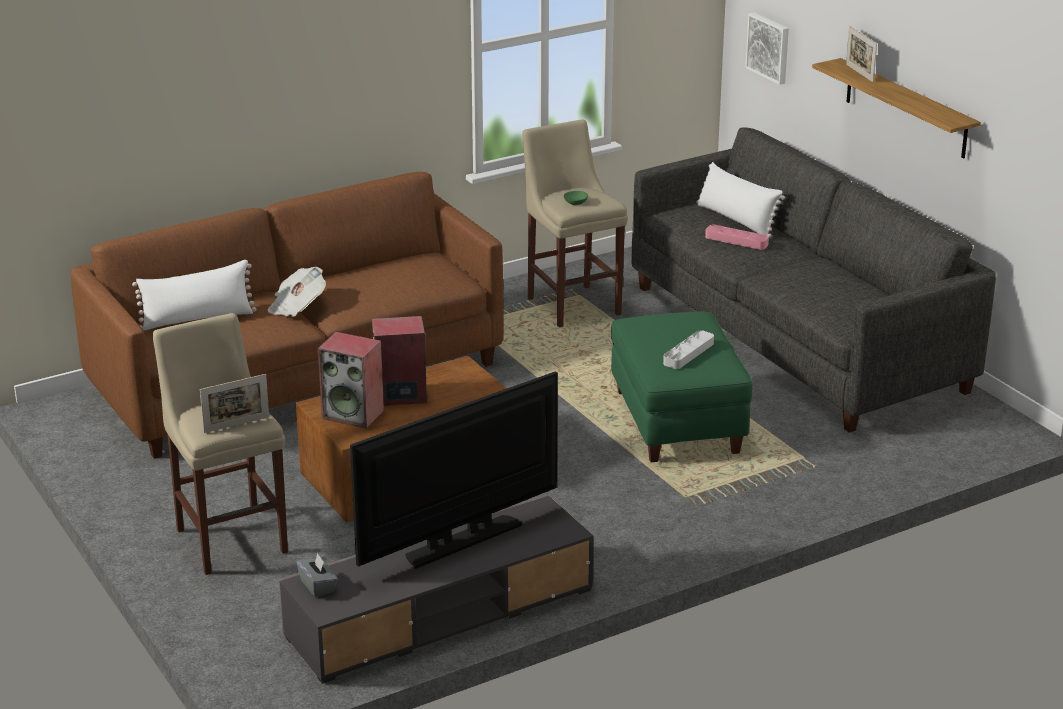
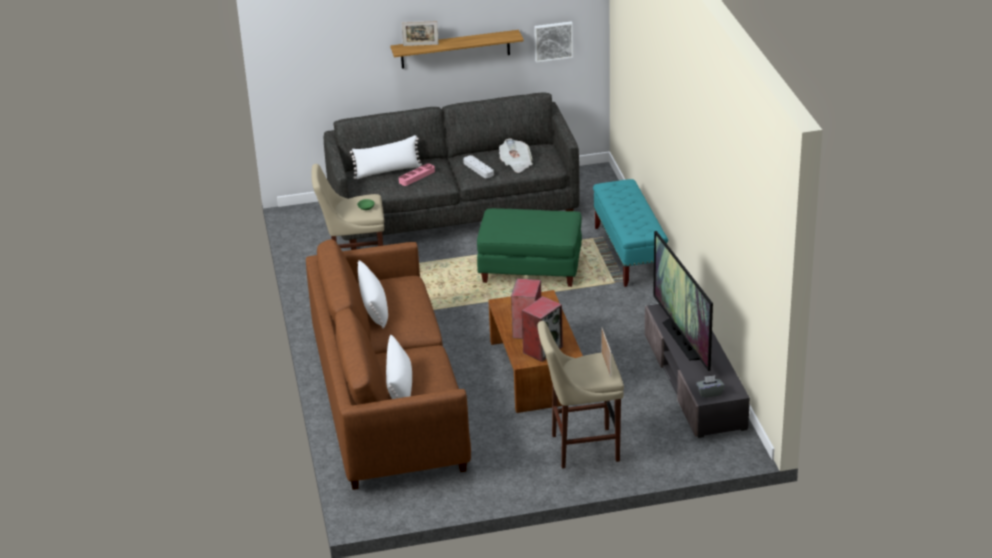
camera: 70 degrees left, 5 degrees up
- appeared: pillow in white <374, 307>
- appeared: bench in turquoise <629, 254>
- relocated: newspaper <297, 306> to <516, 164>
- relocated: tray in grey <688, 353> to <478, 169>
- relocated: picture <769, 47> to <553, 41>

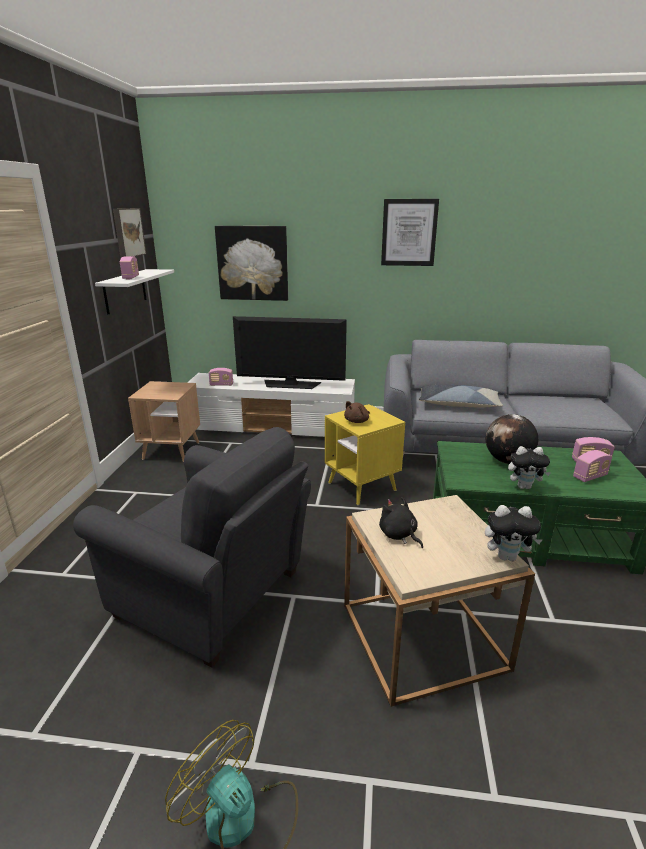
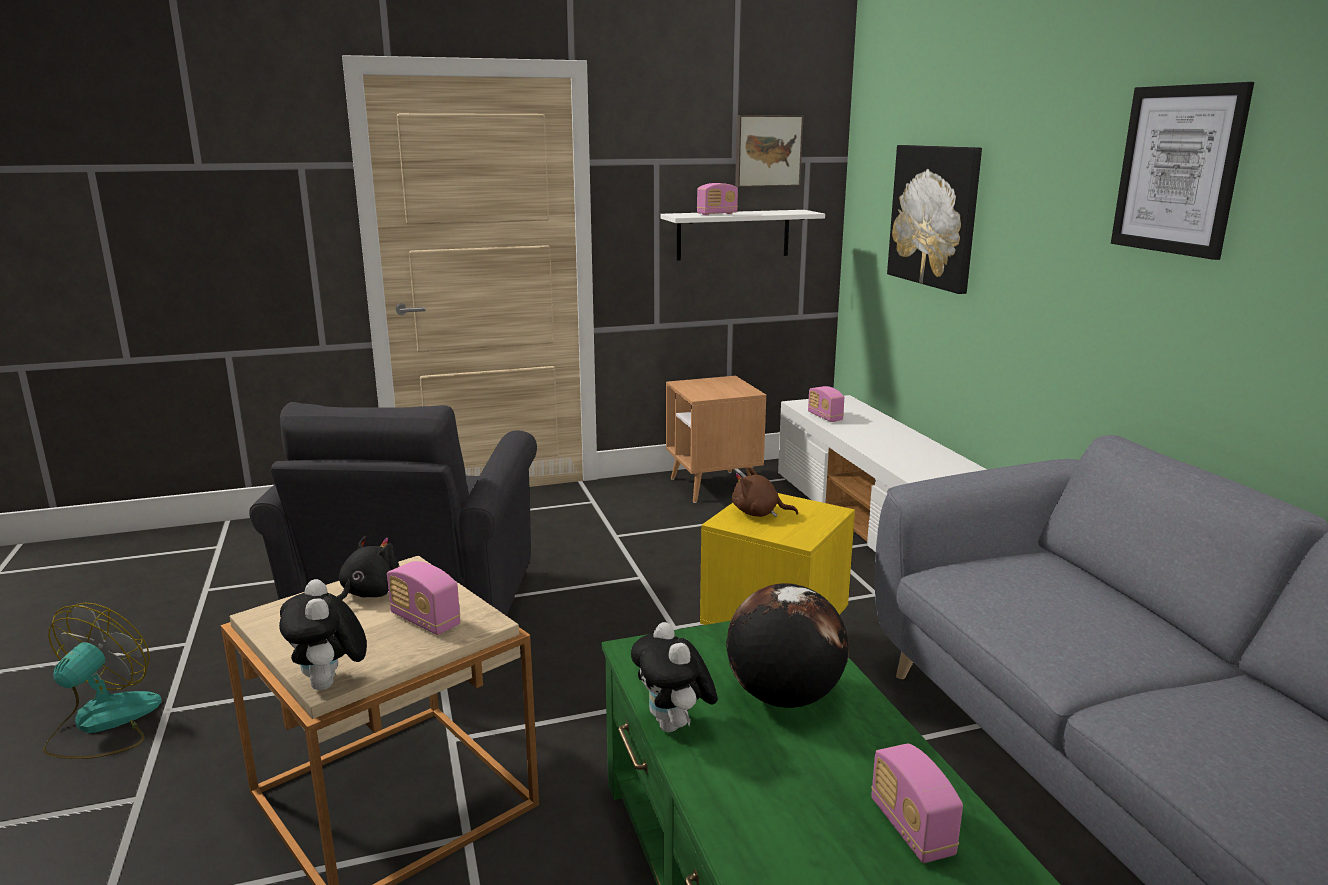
camera: 65 degrees right, 5 degrees down
- missing: television <291, 384>
- missing: pillow <458, 404>
- relocated: radio <590, 476> to <425, 620>

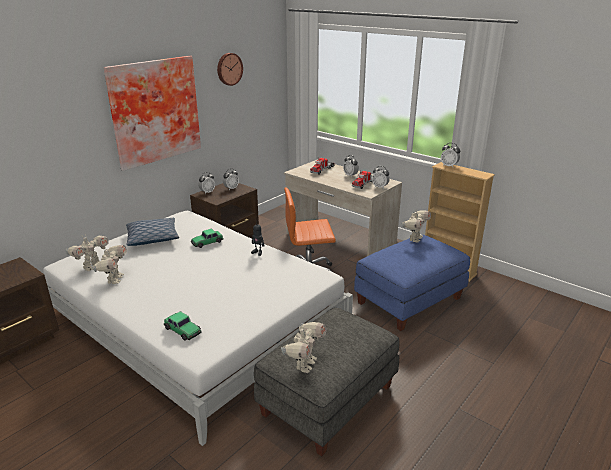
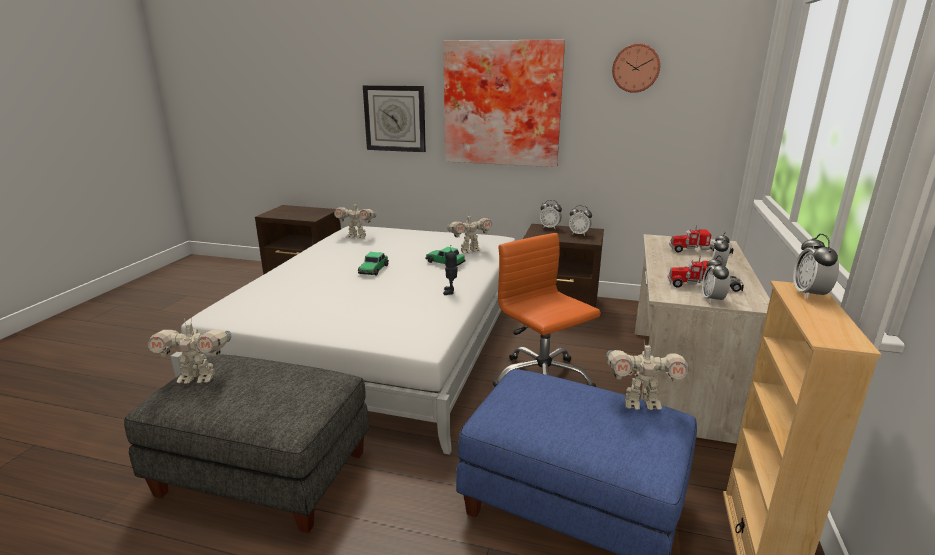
camera: 65 degrees right, 5 degrees down
- missing: pillow <153, 238>
- appeared: wall clock <395, 118>
- relocated: toy robot <114, 279> to <470, 251>
- relocated: toy car <183, 330> to <373, 269>

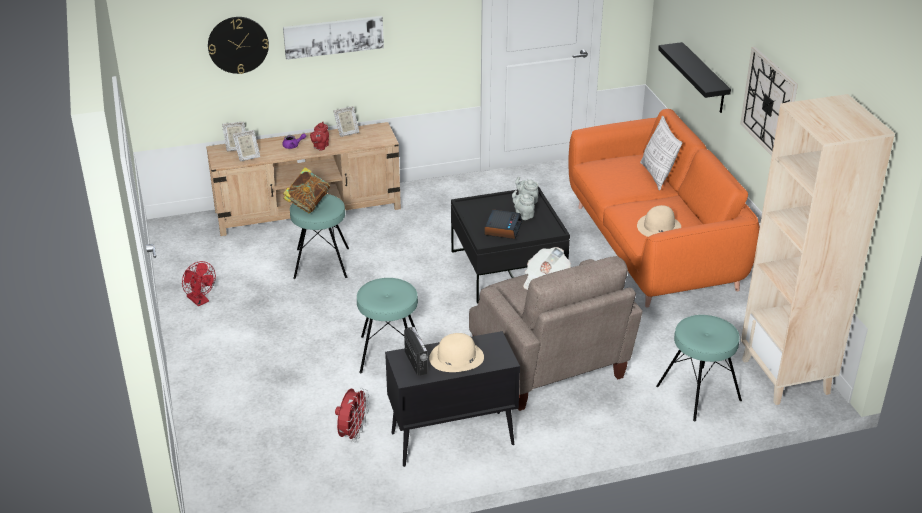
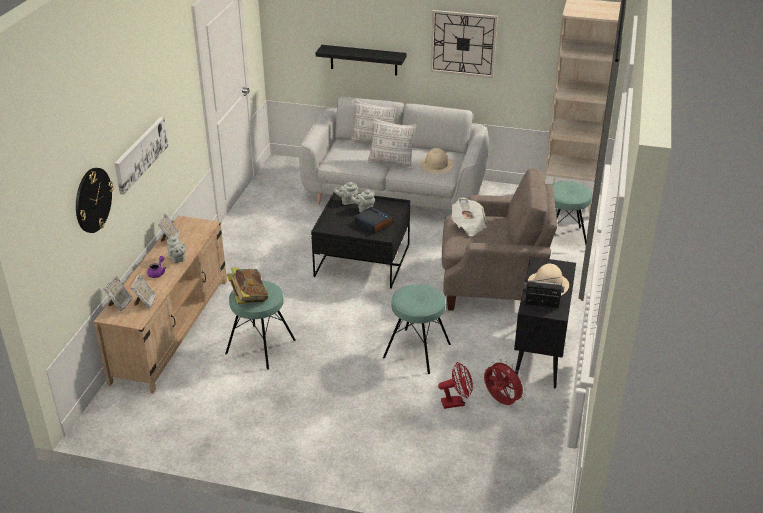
camera: 60 degrees left, 0 degrees up
- appeared: pillow <391, 163>
- relocated: fan in red <200, 301> to <456, 402>
- colour: teapot in red <320, 147> to teapot in grey <177, 259>
- colour: sofa in orange <653, 247> to sofa in grey <395, 195>

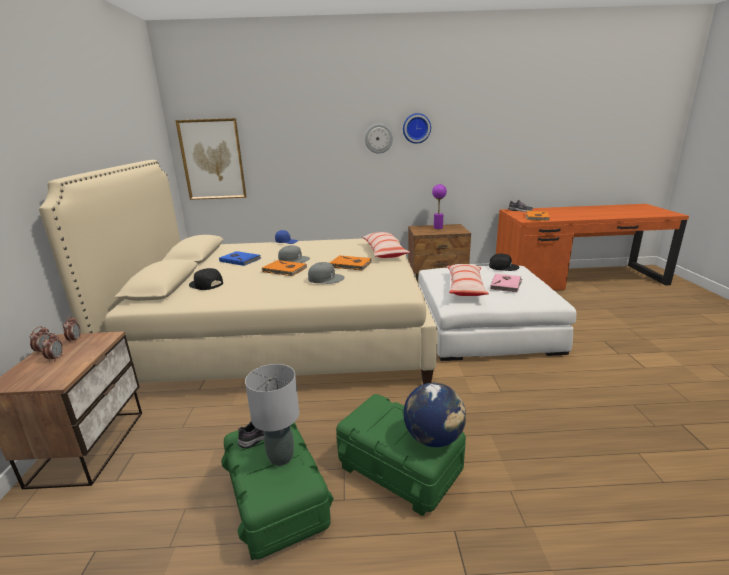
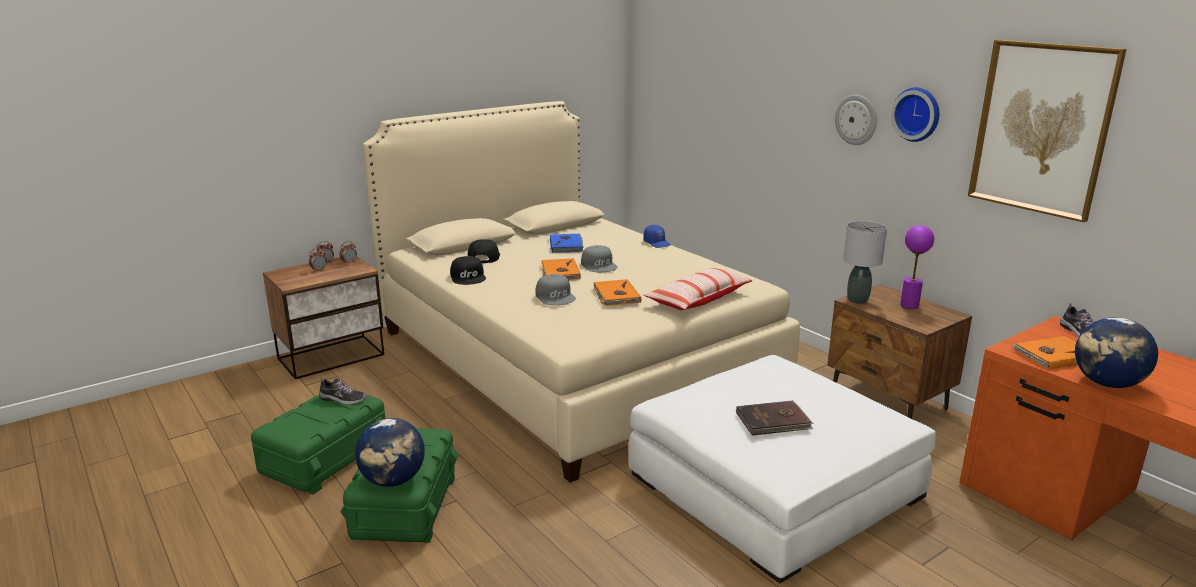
camera: 55 degrees right, 0 degrees up
- missing: pillow <465, 287>
- appeared: globe <1107, 384>
- relocated: picture <212, 159> to <1042, 128>
- relocated: table lamp in grey <281, 458> to <857, 300>
- relocated: cap in black <503, 266> to <468, 277>
- colour: book in pink <506, 284> to book in brown <774, 421>

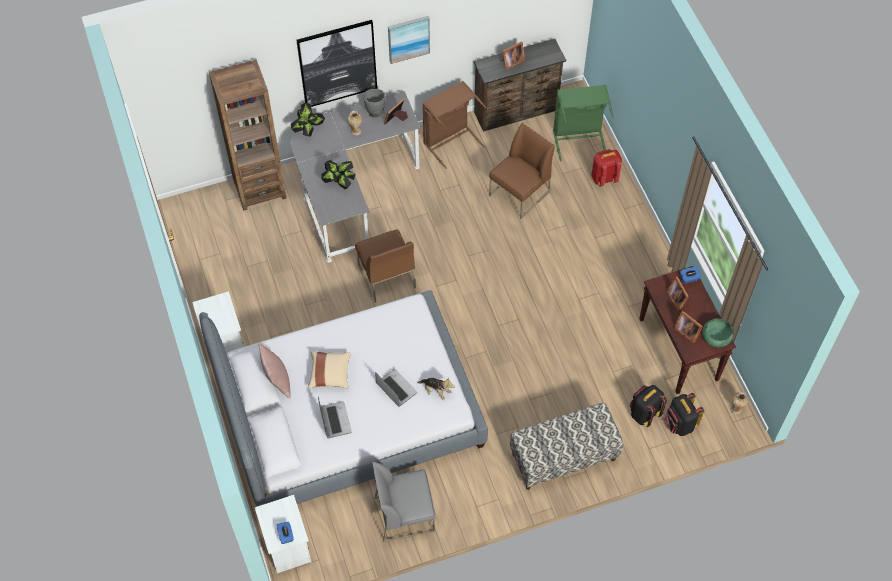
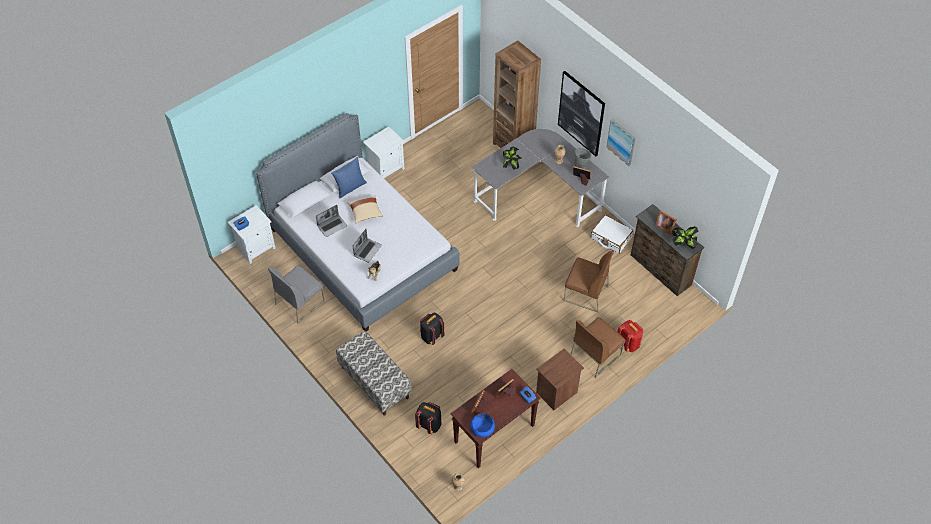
camera: 70 degrees right, 5 degrees down
- missing: laundry basket in green <578, 138>
- appeared: nightstand in brown <557, 393>
- relocated: potted plant <308, 131> to <683, 245>
- relocated: chair in brown <386, 276> to <595, 355>
- relocated: backpack in black <679, 424> to <431, 336>
- exchanged: laundry basket in brown <450, 141> to suitcase in white <611, 238>
- colour: pillow in pink <277, 380> to pillow in blue <350, 187>
- colour: bowl in green <716, 336> to bowl in blue <482, 428>
- spun: chair in grey <405, 513> = <300, 302> 105 degrees counterclockwise

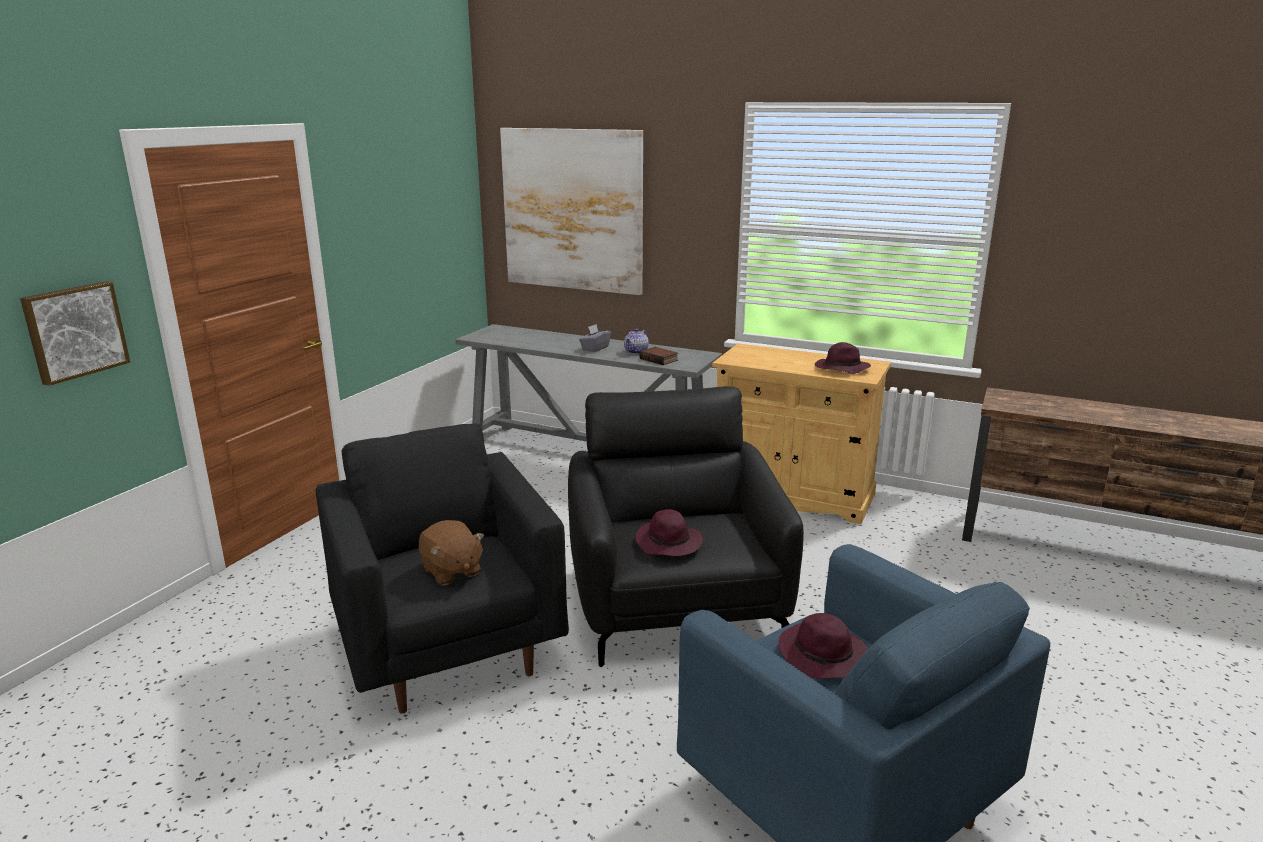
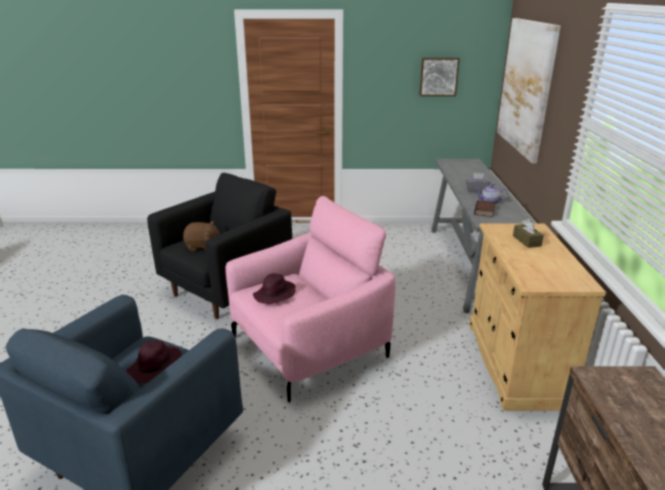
camera: 65 degrees right, 5 degrees up
- missing: hat in purple <841, 369>
- appeared: tissue box in brown <526, 241>
- relocated: picture <75, 331> to <438, 76>
- colour: armchair in black <677, 606> to armchair in pink <308, 347>
- spun: plush toy in brown <451, 571> = <202, 246> 120 degrees counterclockwise

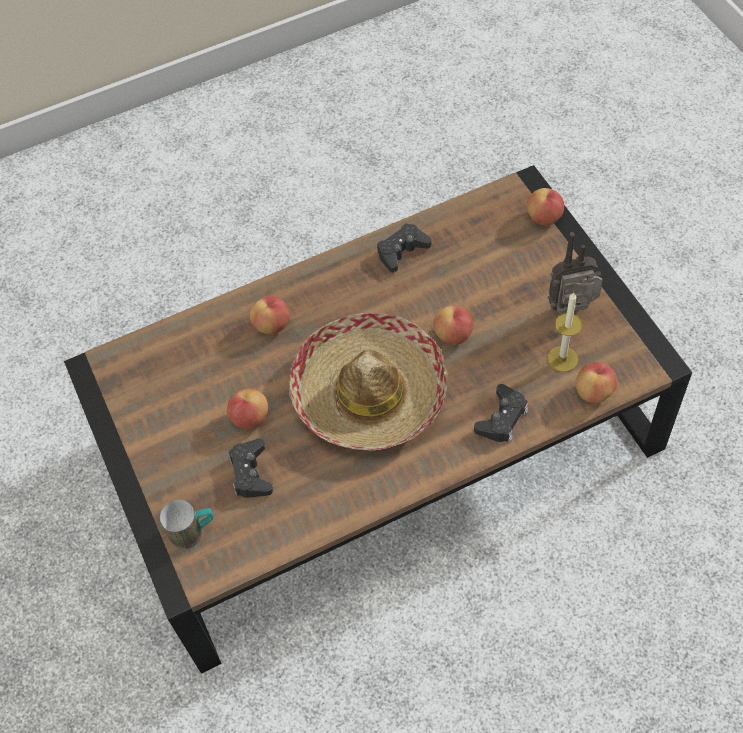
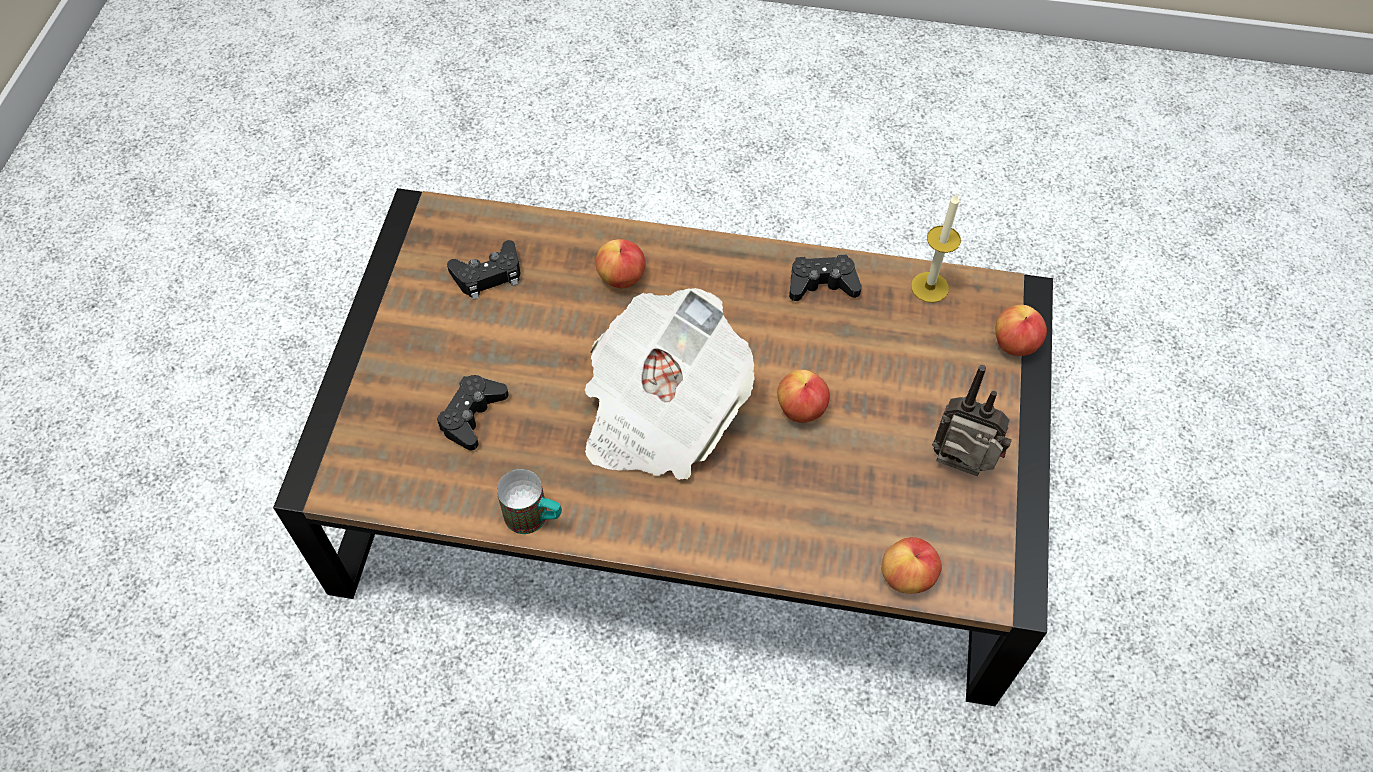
camera: 30 degrees right, 0 degrees up
- missing: apple <250, 418>
- relocated: mug <193, 532> to <535, 518>
- relocated: game controller in black <502, 418> to <488, 275>
- relocated: candle <562, 359> to <929, 287>
- exchanged: hat <369, 392> to newspaper <660, 412>

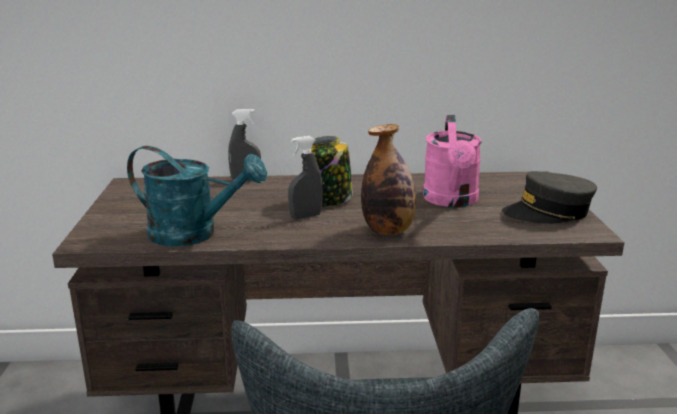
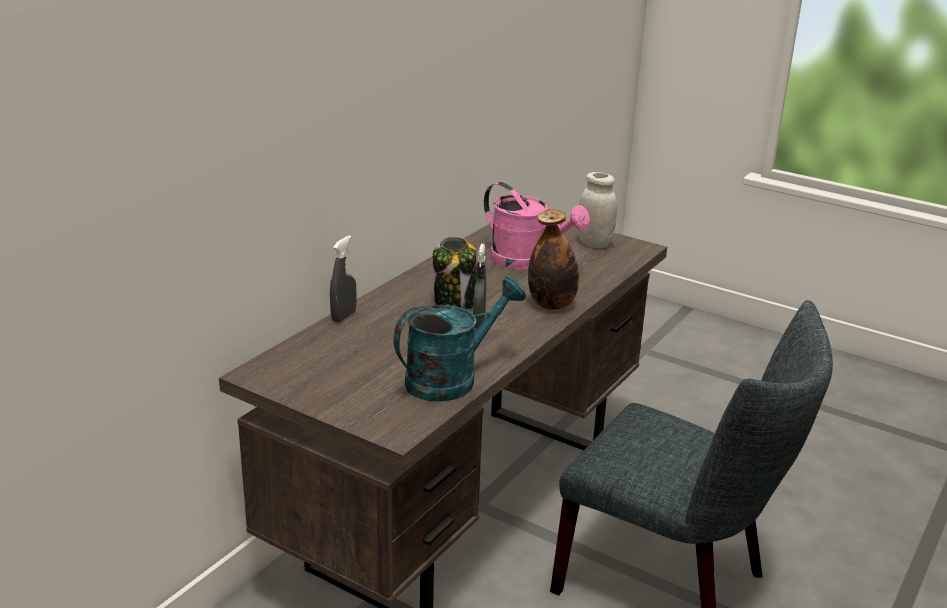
camera: 55 degrees left, 5 degrees up
- exchanged: cap in grey <548, 212> to jar in white <594, 243>

